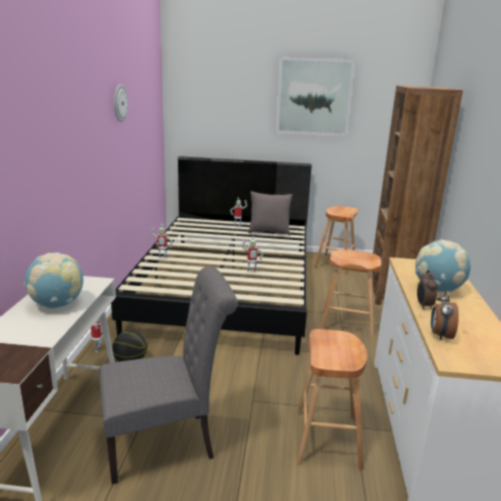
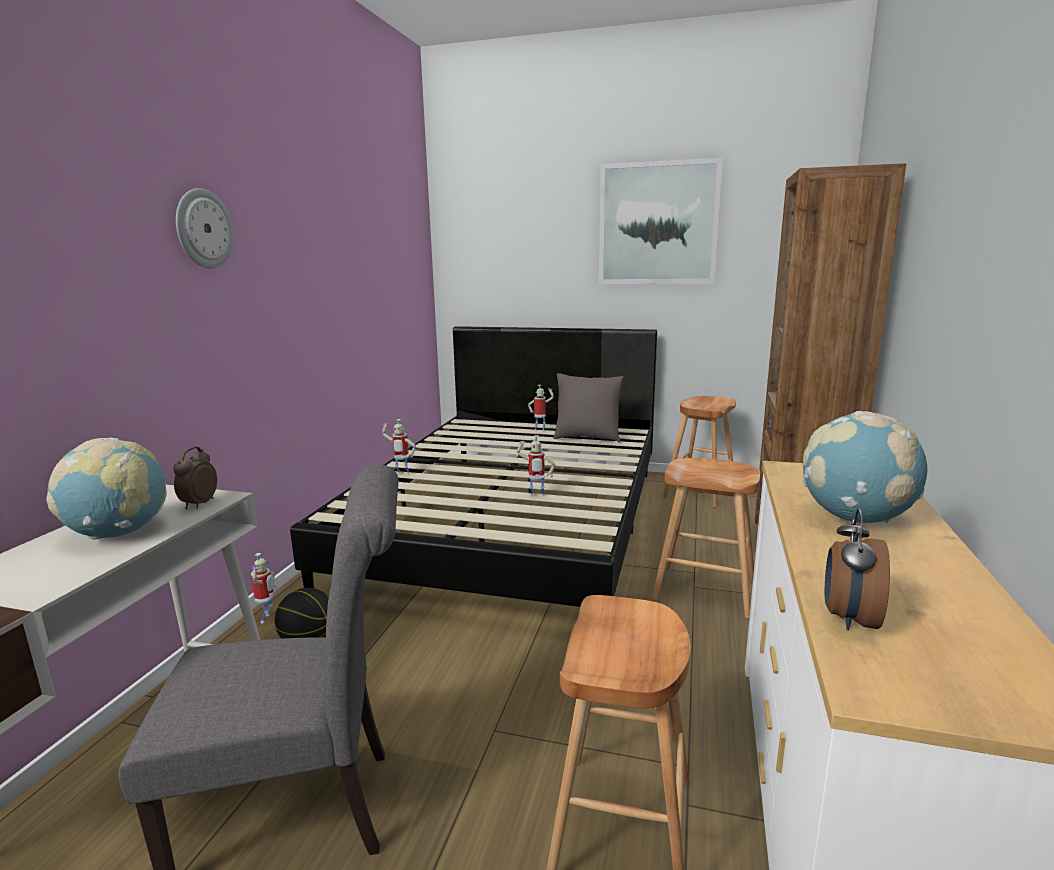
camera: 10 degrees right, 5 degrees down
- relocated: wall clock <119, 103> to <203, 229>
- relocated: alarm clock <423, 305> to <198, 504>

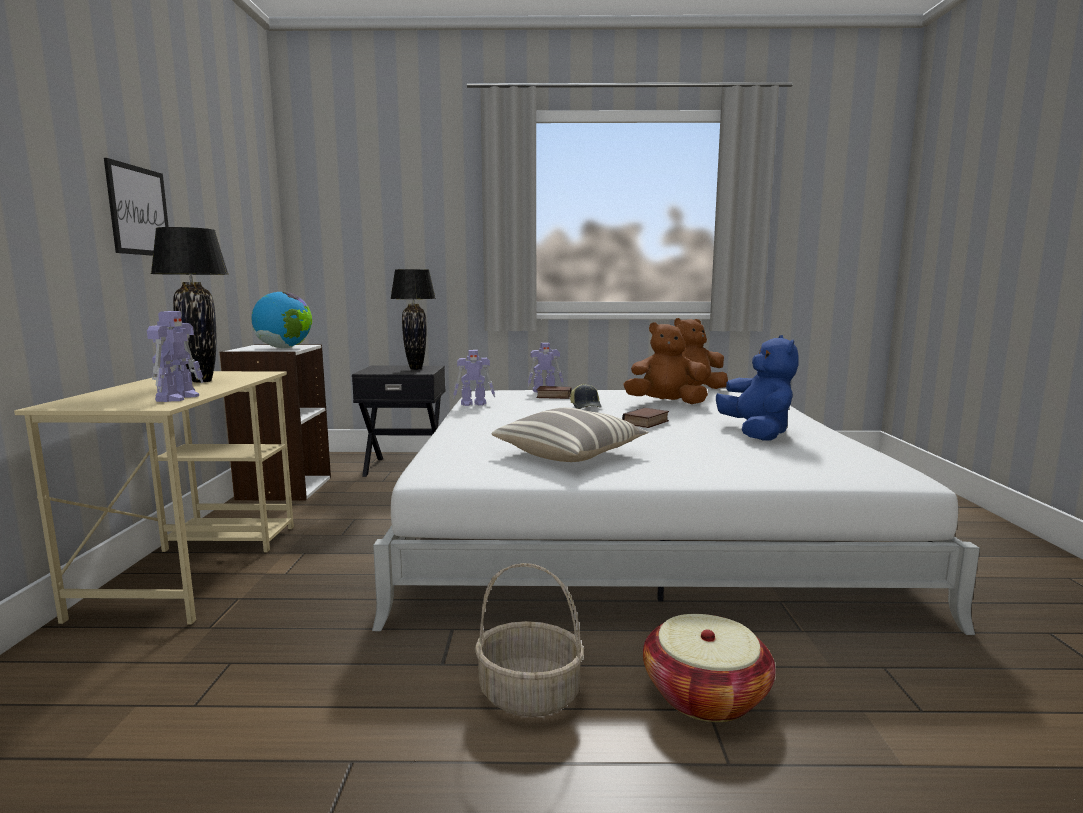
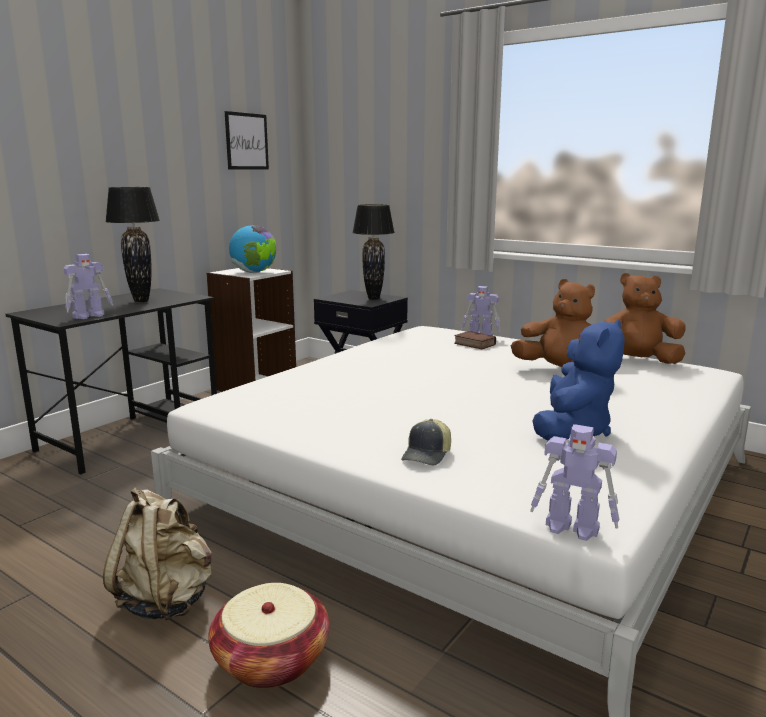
camera: 35 degrees right, 5 degrees up
- missing: pillow <570, 454>
- missing: book <646, 422>
- relocated: picture <139, 211> to <246, 141>
- relocated: toy robot <474, 404> to <573, 528>
- relocated: cap <586, 406> to <427, 455>
- exchanged: basket <528, 695> to backpack in beige <166, 600>
- colour: desk in beige <196, 566> to desk in black <132, 435>

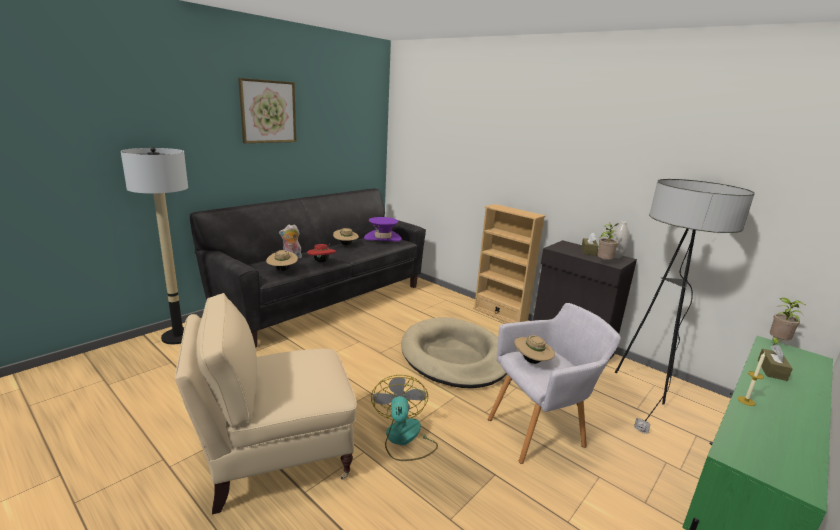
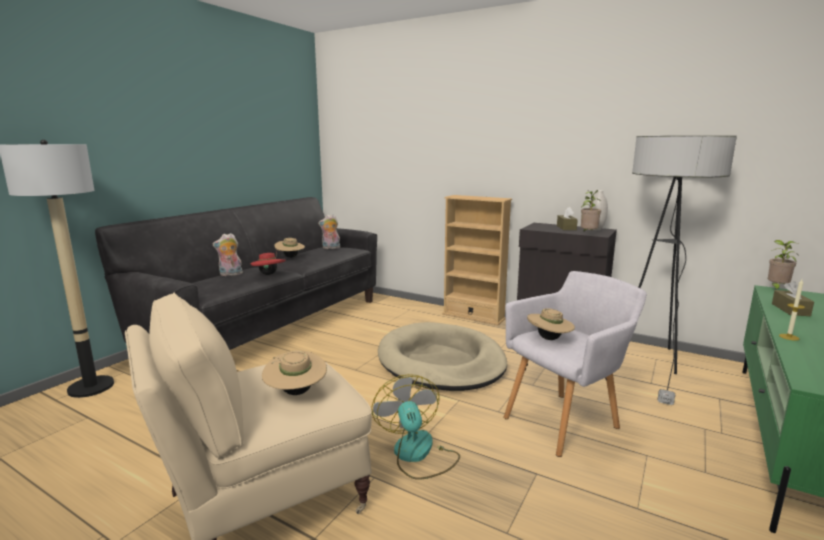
camera: 10 degrees left, 5 degrees down
- missing: picture <268, 111>
- relocated: hat in beige <282, 270> to <296, 392>
- exchanged: hat in purple <382, 238> to plush toy <330, 248>

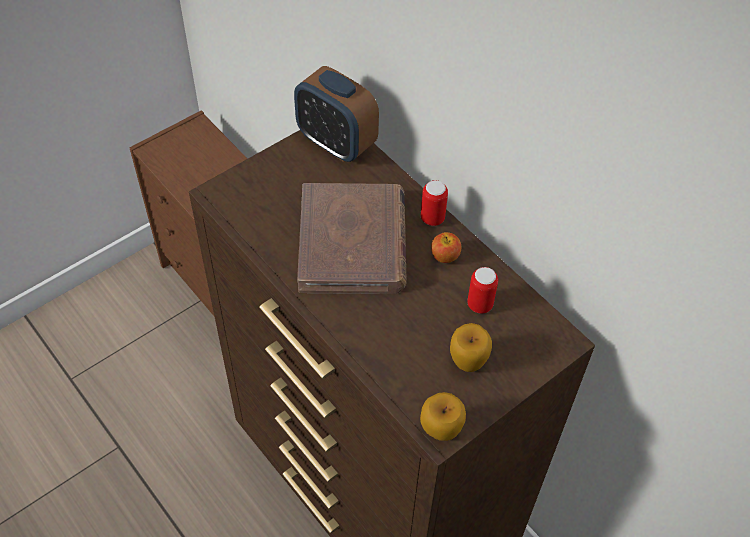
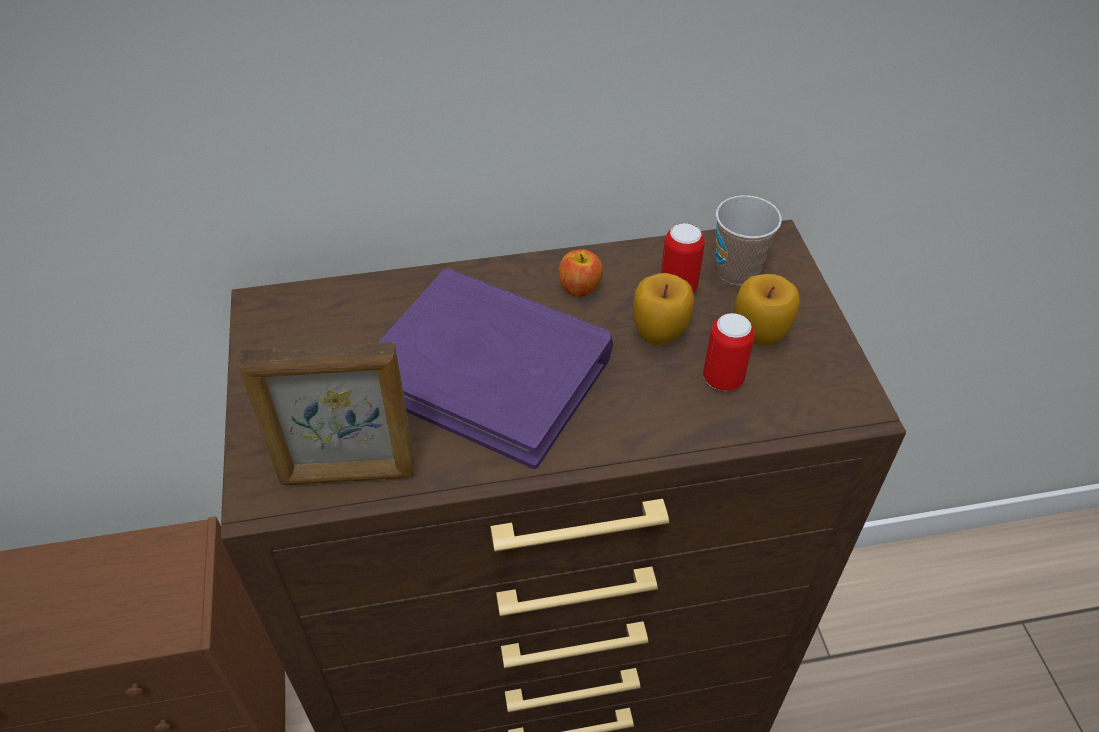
camera: 60 degrees left, 5 degrees down
- missing: alarm clock <336, 143>
- appeared: picture frame <348, 475>
- appeared: cup <737, 271>
- relocated: apple <440, 430> to <659, 336>
- relocated: can <432, 218> to <723, 379>
- colour: book in brown <352, 243> to book in purple <489, 370>

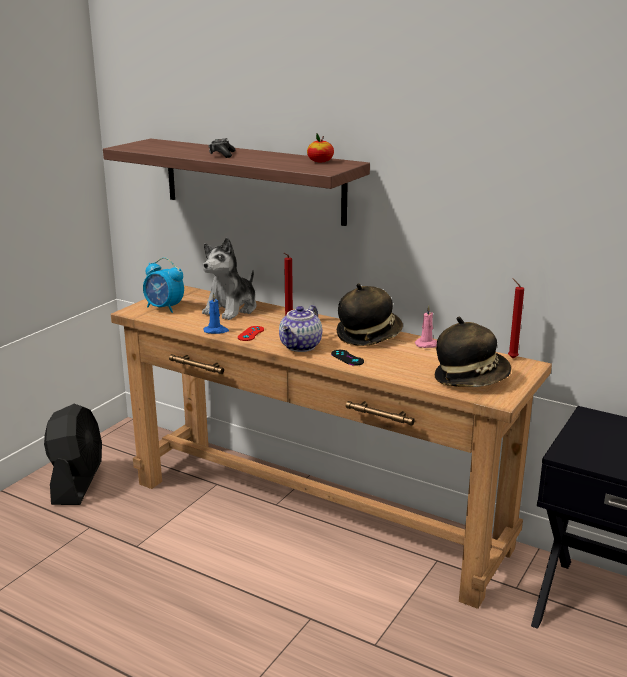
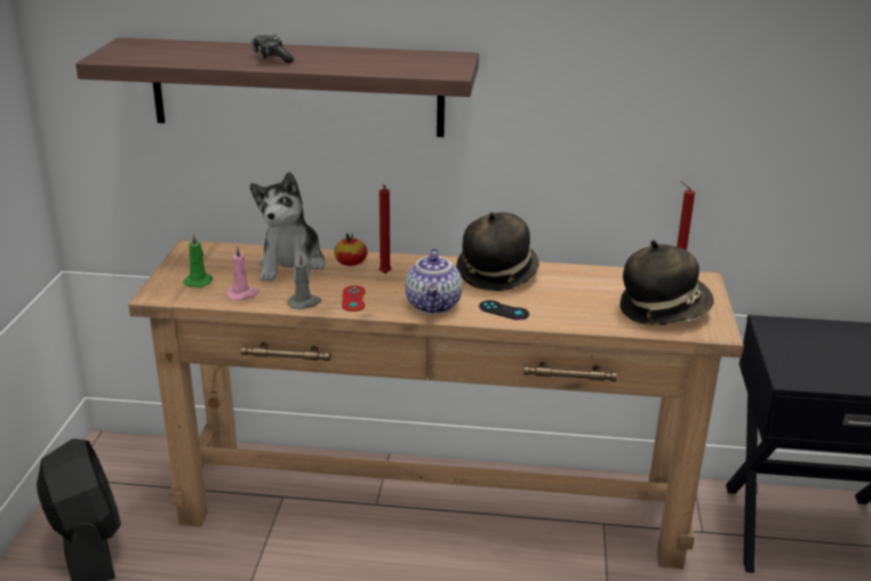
camera: 25 degrees left, 5 degrees up
- relocated: apple <320, 161> to <351, 263>
- relocated: candle in pink <427, 345> to <243, 295>
- exchanged: alarm clock <164, 308> to candle in green <199, 281>
- colour: candle in blue <216, 331> to candle in grey <304, 303>

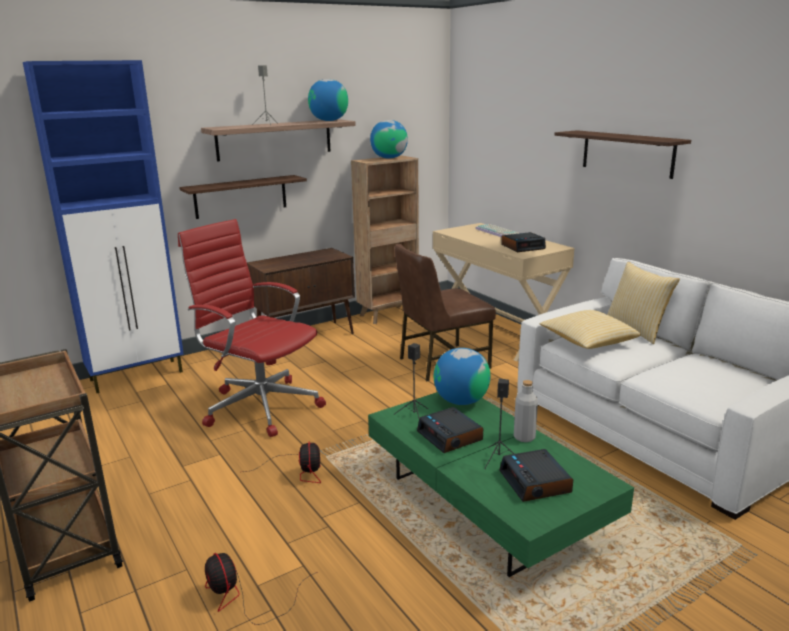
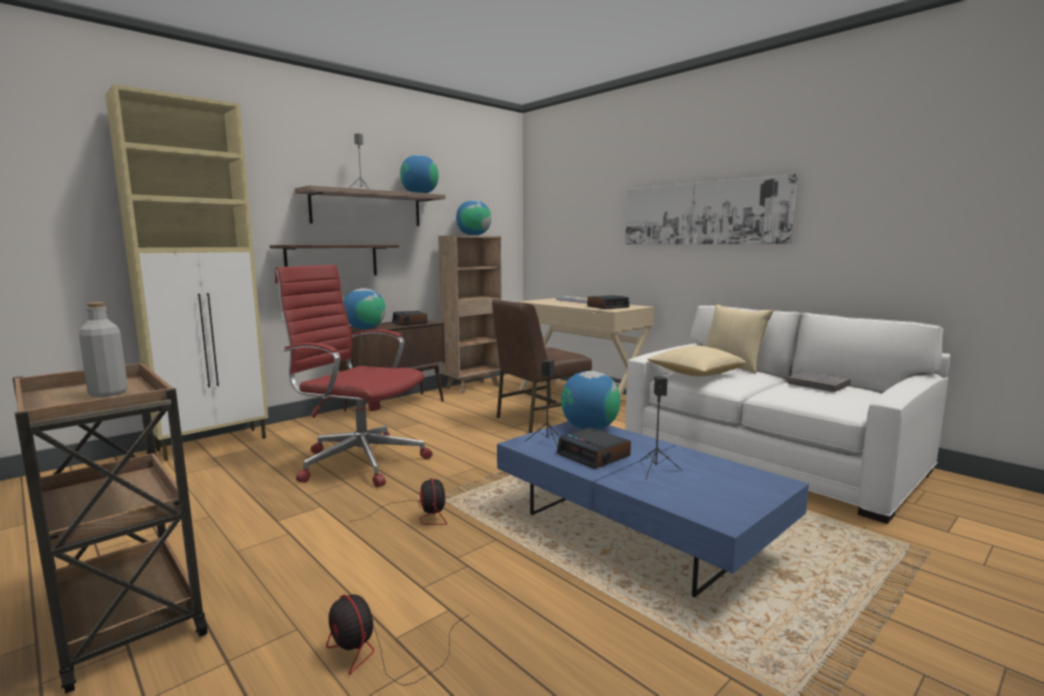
camera: 10 degrees left, 10 degrees down
- appeared: globe <365, 328>
- appeared: book in grey <818, 385>
- relocated: alarm clock <536, 482> to <410, 322>
- relocated: bottle in grey <524, 437> to <108, 393>
- exchanged: shelf <627, 153> to picture <701, 213>
- colour: cabinet in blue <138, 376> to cabinet in beige <214, 443>
- colour: coffee table in green <486, 505> to coffee table in blue <637, 531>

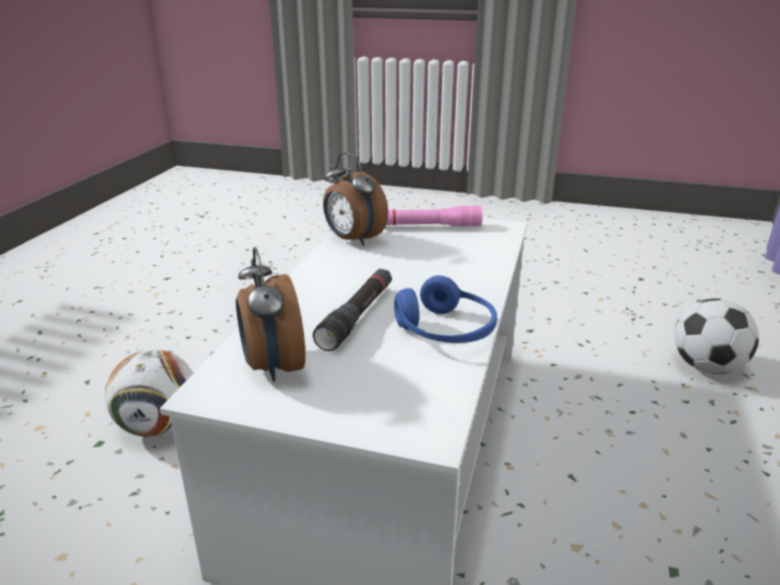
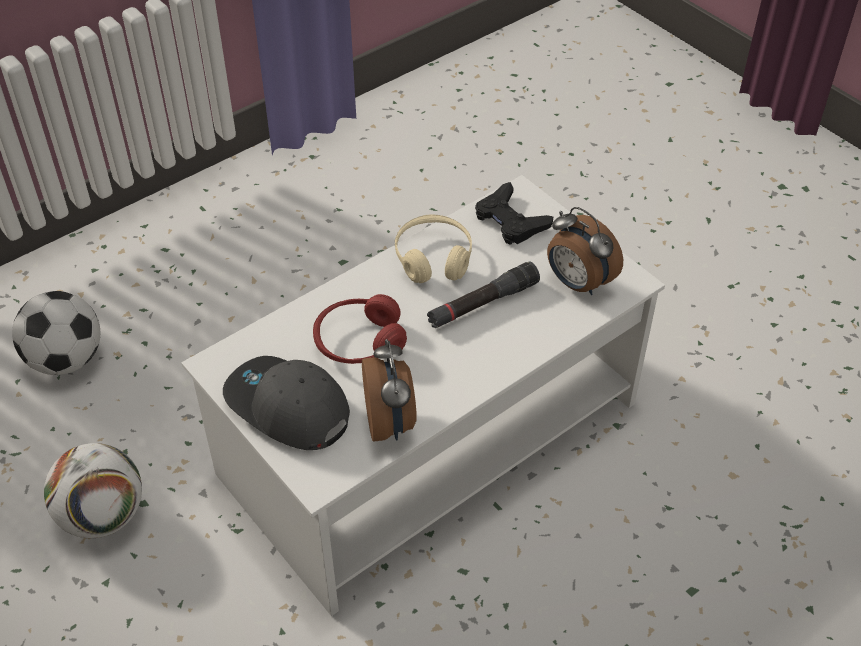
camera: 145 degrees left, 20 degrees up
- appeared: headphones in red <359, 342>
- appeared: game controller in black <510, 220>
- relocated: football <159, 426> to <102, 516>
- exchanged: flashlight in pink <429, 226> to cap in grey <287, 408>
- colour: headphones in blue <445, 330> to headphones in beige <433, 258>
- spun: alarm clock <272, 367> = <577, 283> 120 degrees clockwise

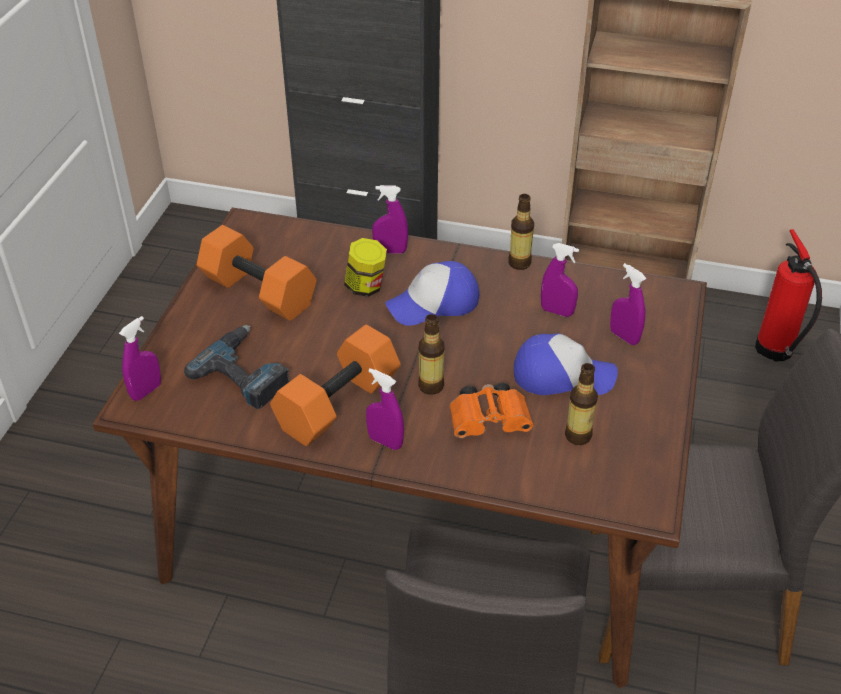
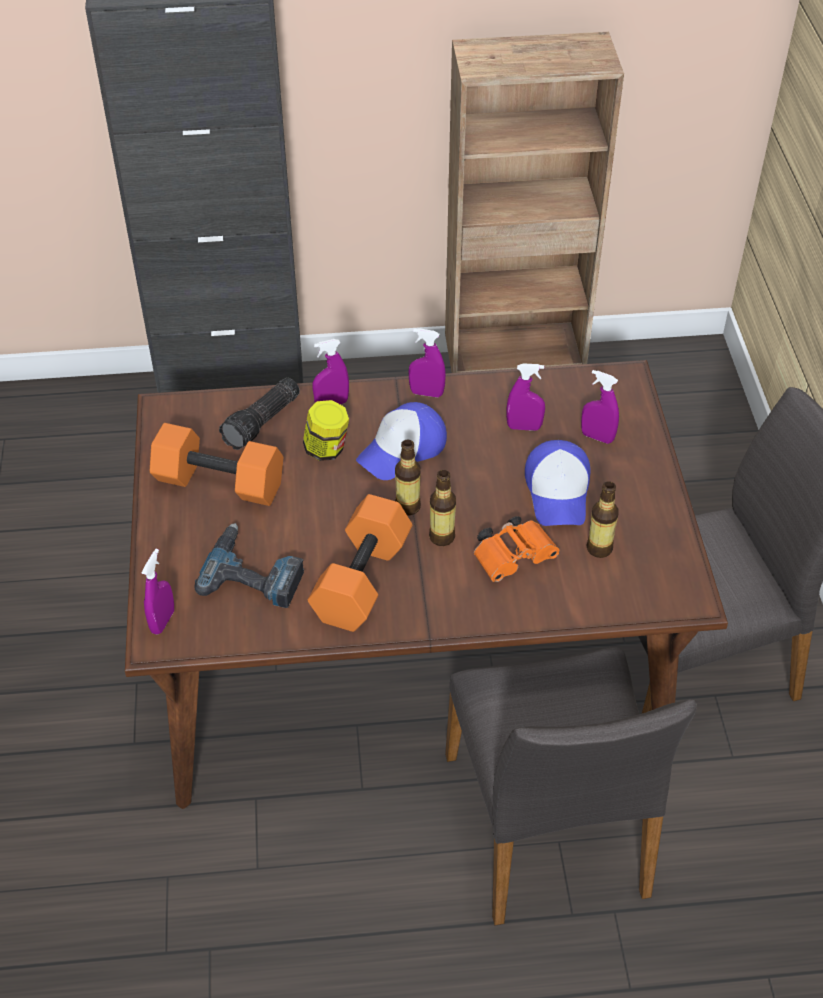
camera: 20 degrees left, 5 degrees up
- missing: fire extinguisher <775, 351>
- appeared: flashlight <263, 423>
- relocated: spray bottle in purple <385, 442> to <426, 393>
- relocated: bottle <519, 263> to <407, 506>
- spun: cap <562, 375> = <558, 492> 105 degrees clockwise

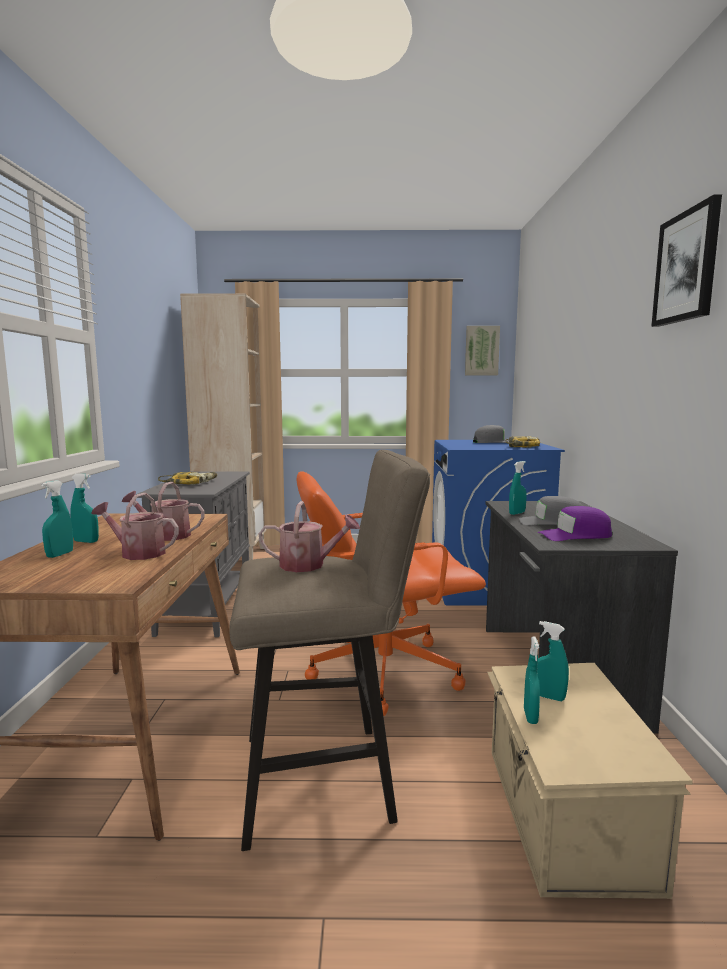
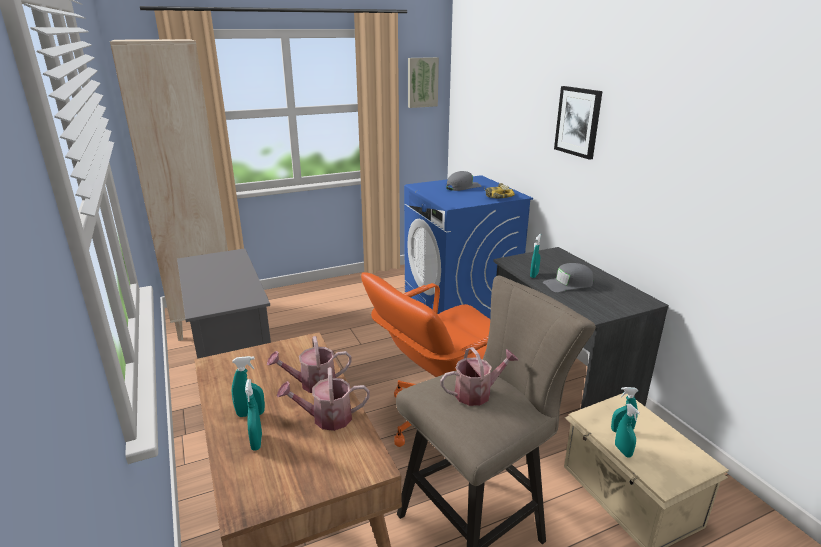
camera: 25 degrees left, 15 degrees up
- missing: power drill <190, 483>
- missing: cap in purple <575, 535>
- relocated: picture <687, 267> to <578, 121>

